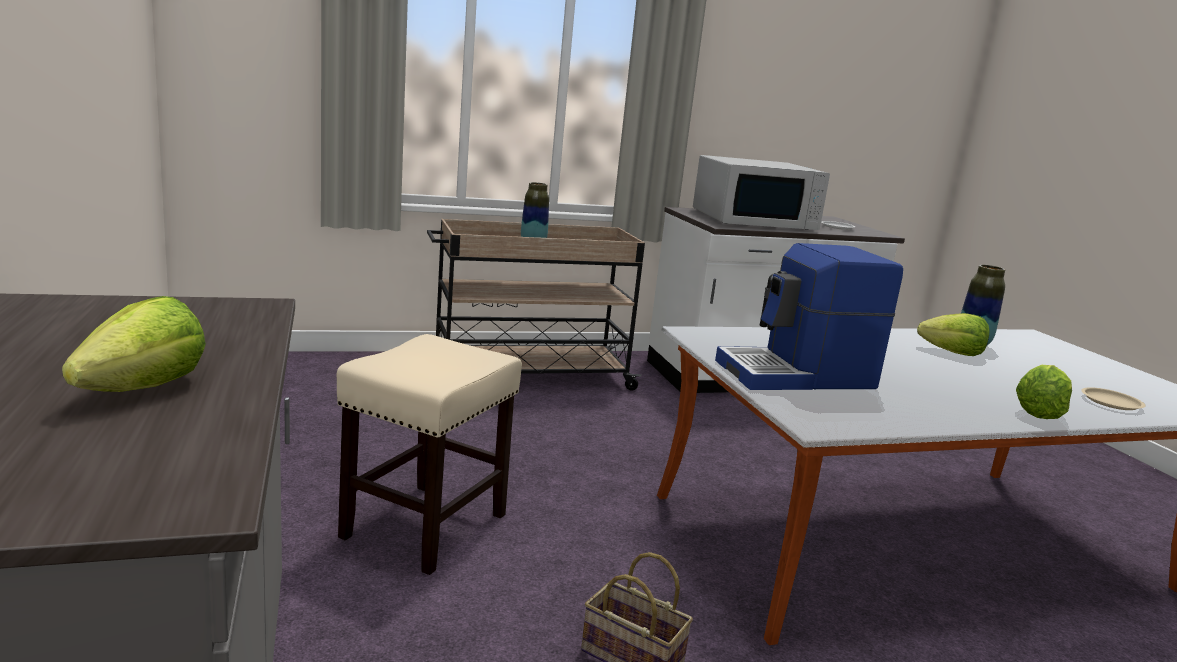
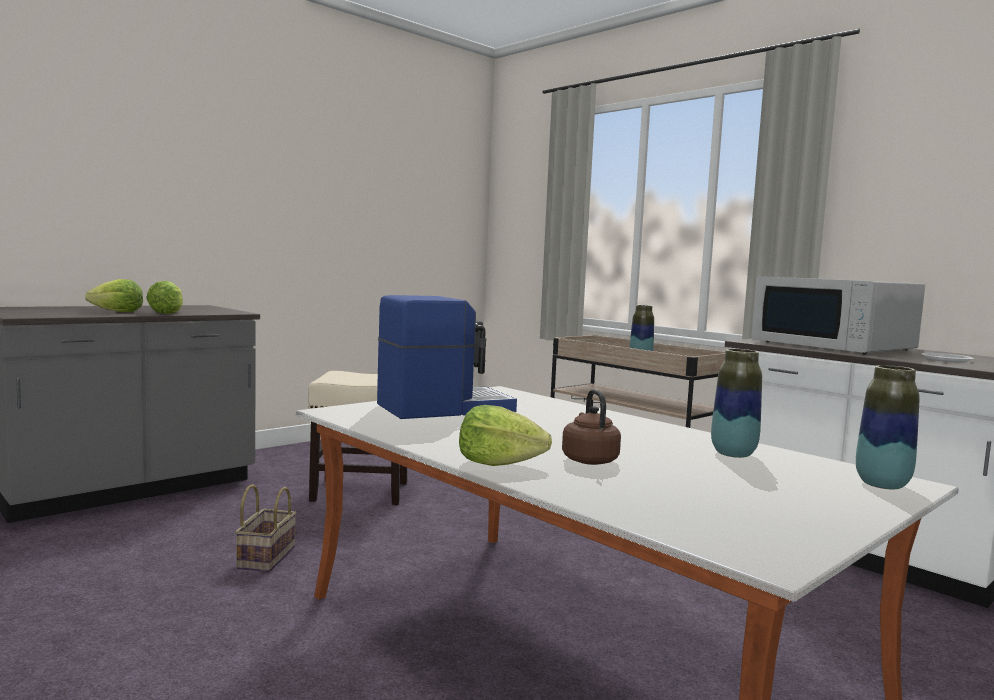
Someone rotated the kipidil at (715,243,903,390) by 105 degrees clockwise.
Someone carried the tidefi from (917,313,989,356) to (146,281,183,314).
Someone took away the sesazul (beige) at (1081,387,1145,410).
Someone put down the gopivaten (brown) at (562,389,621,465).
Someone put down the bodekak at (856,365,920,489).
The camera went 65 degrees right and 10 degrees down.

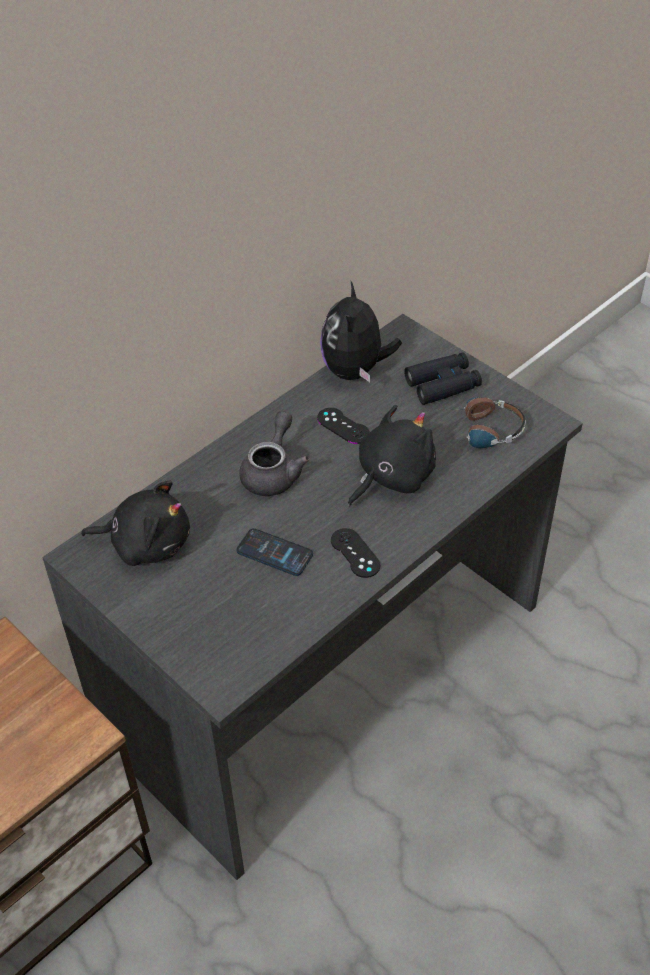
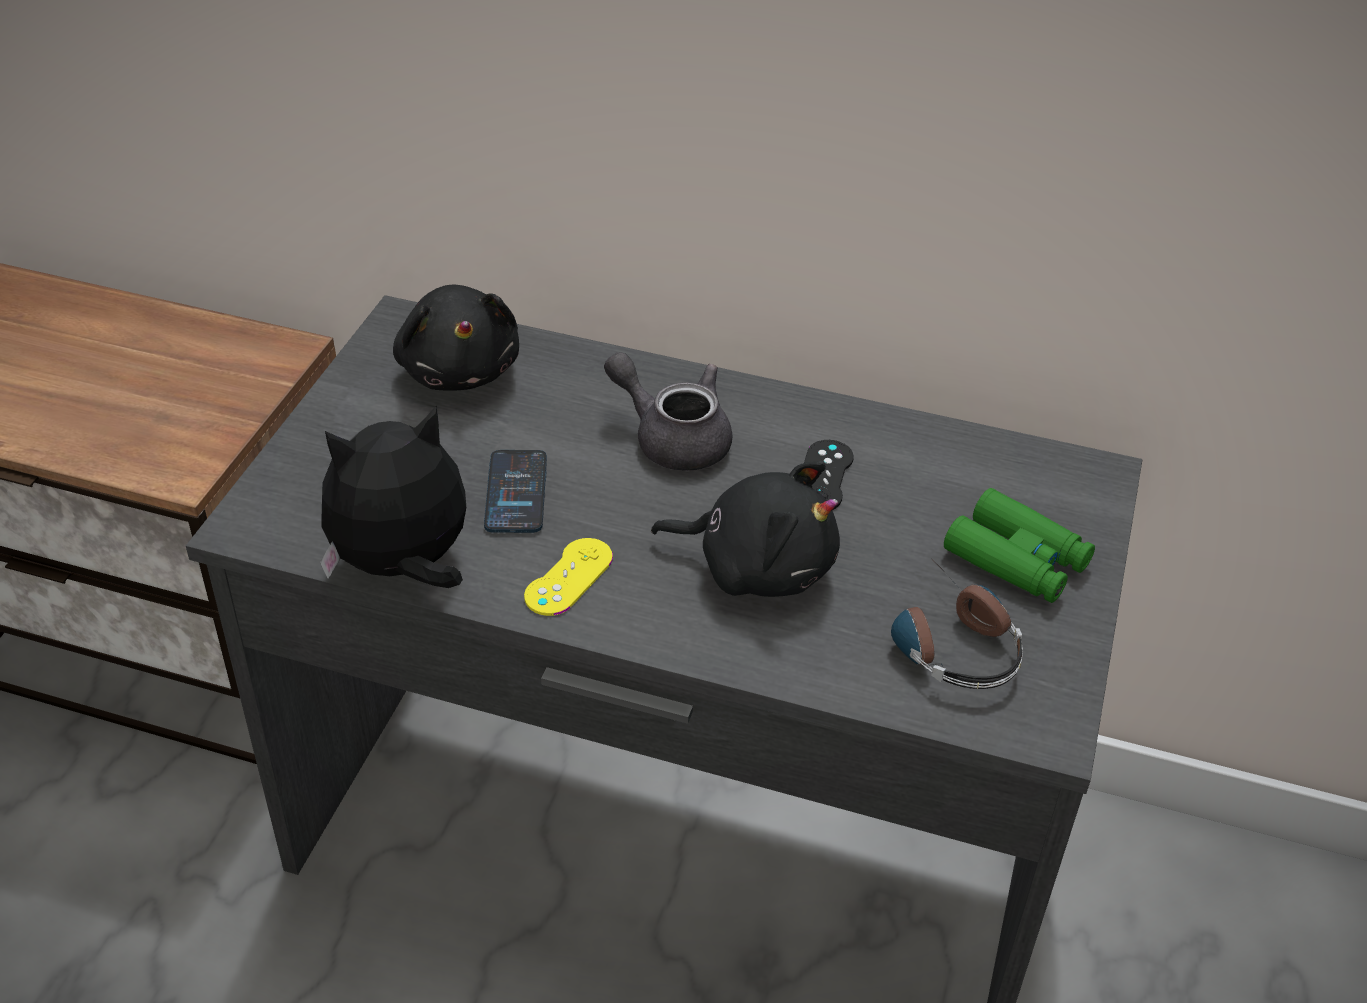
Someone rotated the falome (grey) at (239,411,309,496) by 135 degrees counterclockwise.
Someone carried the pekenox from (320,281,402,382) to (320,405,466,588).
Someone repainted the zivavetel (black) at (331,528,381,578), which became the zivavetel (yellow) at (524,538,613,616).
Someone repainted the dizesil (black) at (404,352,482,405), which became the dizesil (green) at (944,488,1095,603).
The camera went 60 degrees right and 5 degrees down.

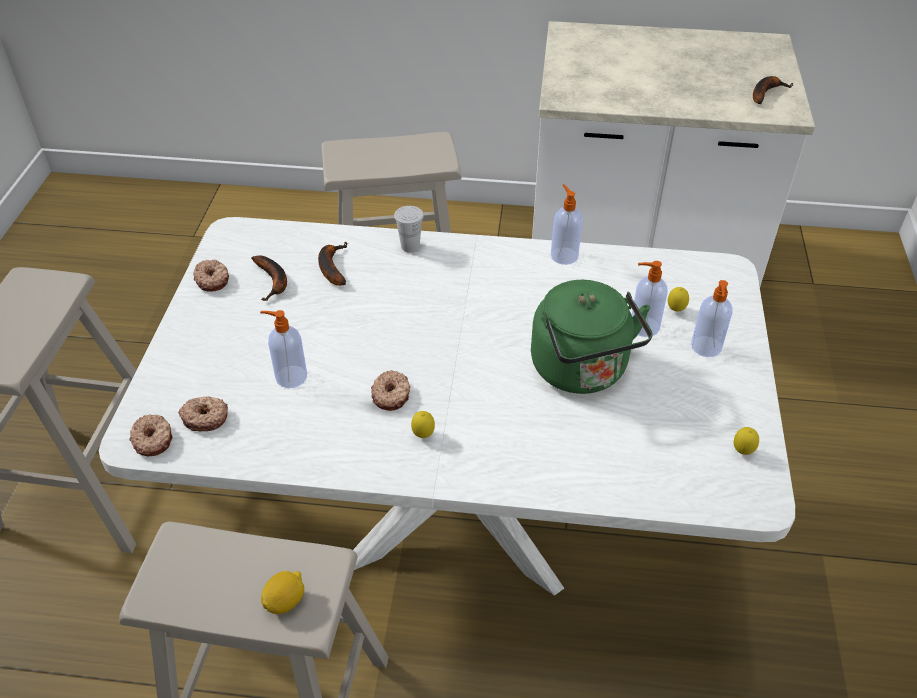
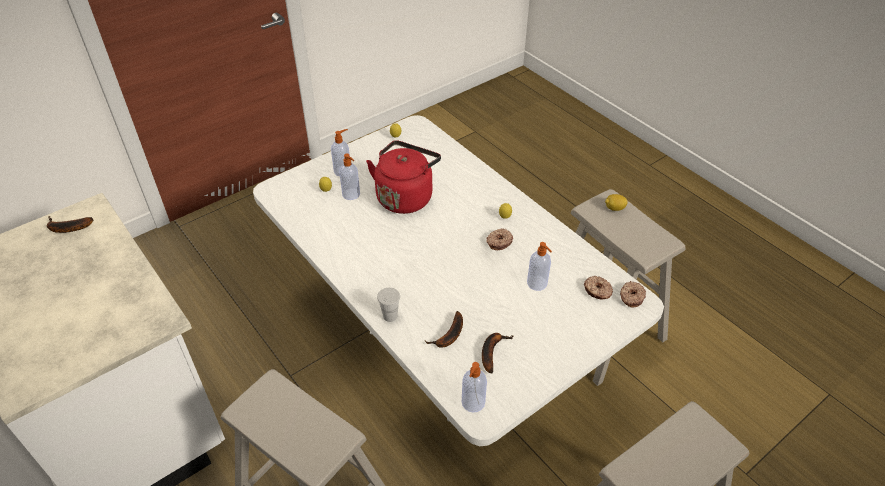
Someone took away the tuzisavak at (193,260,229,292).
Someone repainted the gopivaten (green) at (531,280,653,394), which became the gopivaten (red) at (366,140,441,214).
Someone carried the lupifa from (551,184,583,265) to (462,362,487,413).
The camera went 135 degrees left and 0 degrees up.

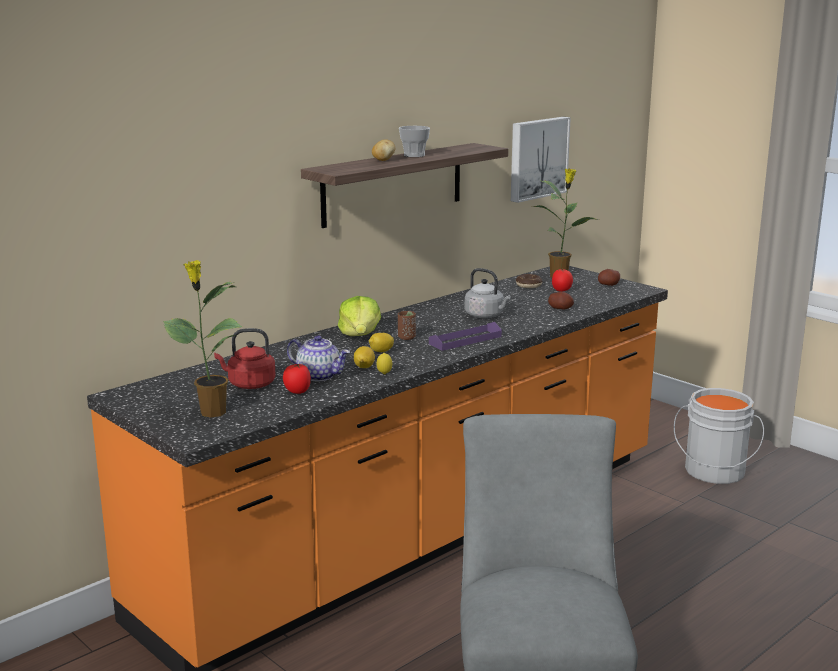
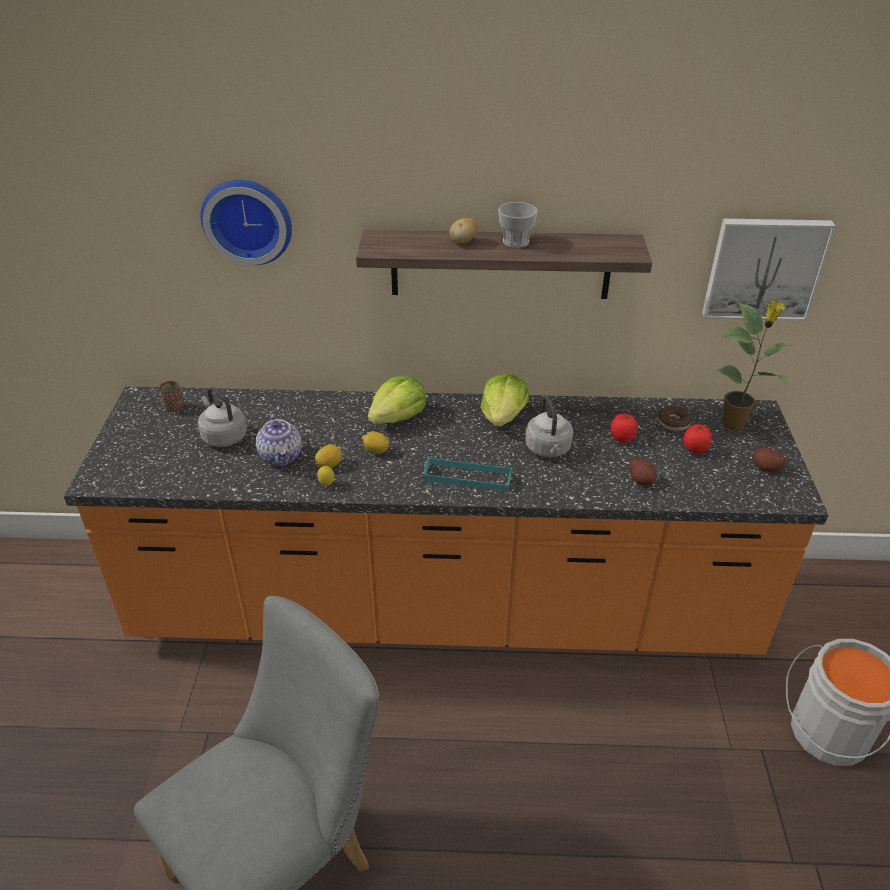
Someone took away the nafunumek at (163,260,242,418).
Someone repainted the gopivaten (red) at (214,328,276,389), which became the gopivaten (grey) at (198,387,247,447).
Someone carried the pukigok from (283,364,311,394) to (610,414,638,443).
Someone carried the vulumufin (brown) from (398,311,416,340) to (159,381,184,412).
Someone repainted the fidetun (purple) at (429,322,502,351), which became the fidetun (turquoise) at (423,457,512,492).
Someone put up the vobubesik at (200,180,292,265).
Someone put down the tidefi at (481,373,529,427).
The camera went 45 degrees right and 20 degrees up.

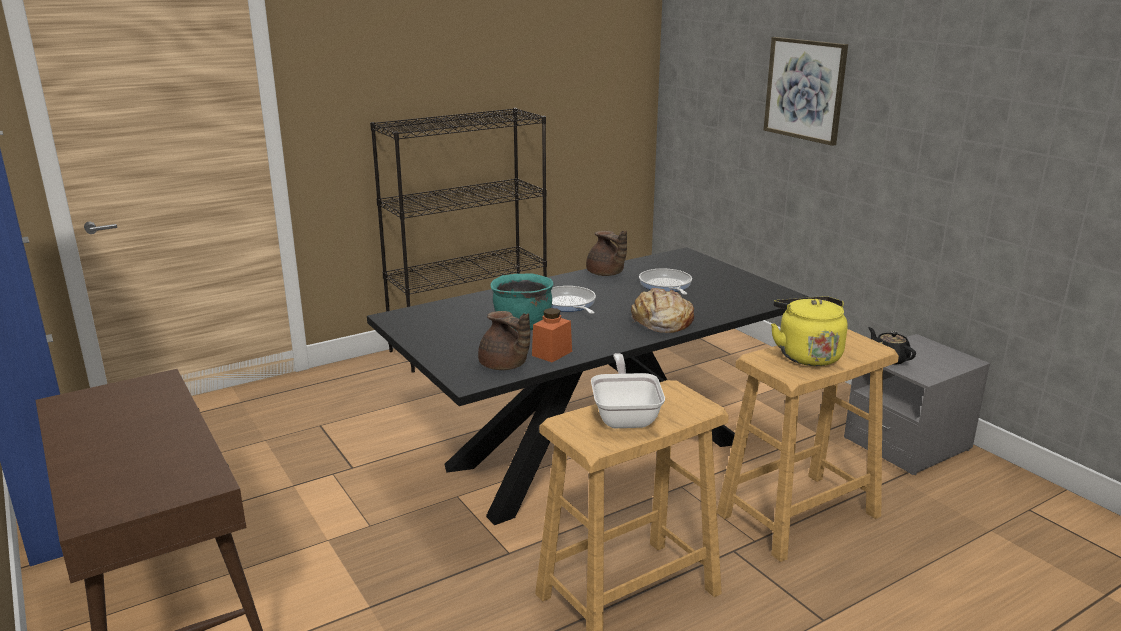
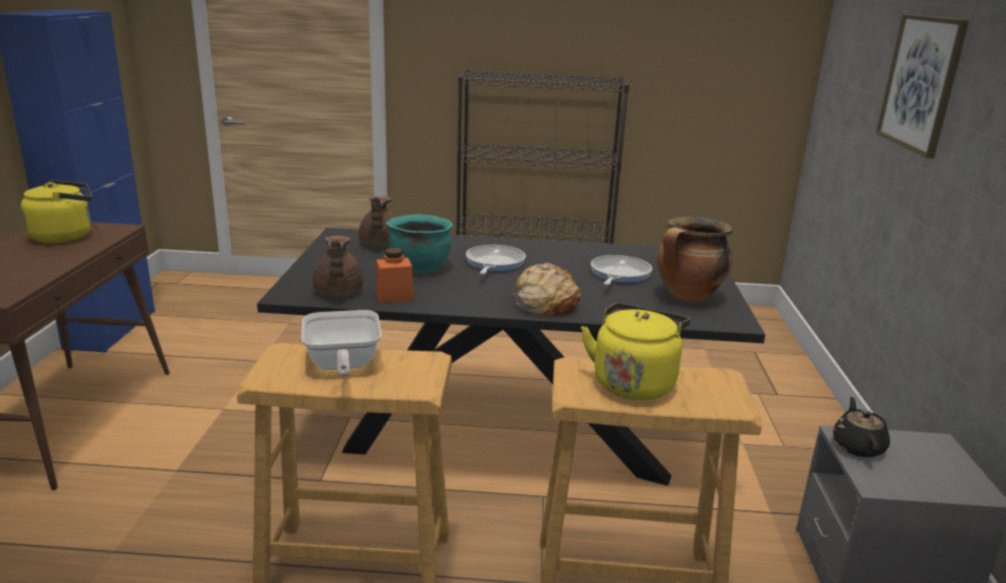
Someone carried the falome (brown) from (586,231,627,276) to (359,196,396,246).
Someone rotated the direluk at (591,353,665,428) by 135 degrees clockwise.
Someone put down the gopivaten (yellow) at (21,180,92,243).
Someone put down the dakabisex at (657,217,732,302).
The camera went 35 degrees right and 0 degrees up.

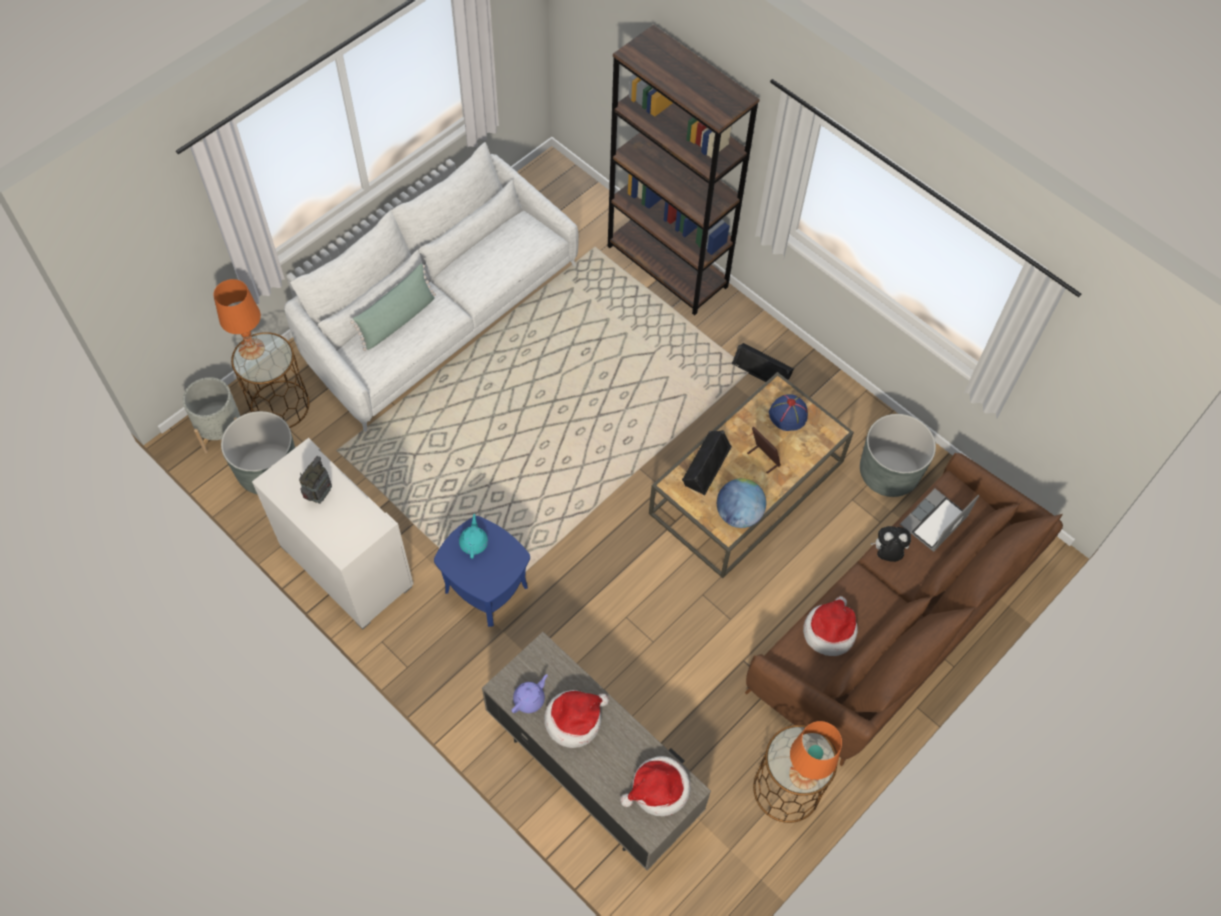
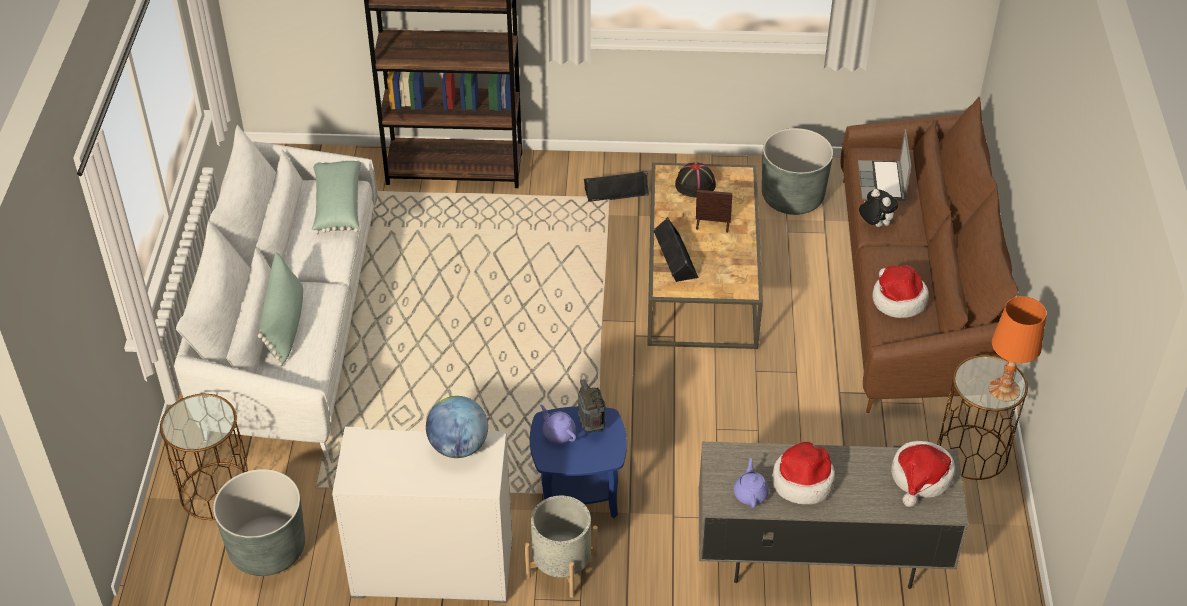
Someone carried the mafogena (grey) from (182,377,240,453) to (525,495,598,598).
Someone took away the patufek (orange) at (214,279,265,360).
Someone carried the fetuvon from (299,456,332,503) to (578,379,605,433).
Someone repainted the falome (turquoise) at (459,514,488,559), which became the falome (purple) at (540,405,576,443).
Someone carried the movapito from (717,478,766,528) to (426,396,488,458).
Someone repainted the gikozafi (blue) at (769,395,808,431), which became the gikozafi (black) at (675,162,716,197).
Someone rotated the pekenox at (871,526,911,562) by 90 degrees clockwise.
Someone put down the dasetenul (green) at (311,160,361,234).
The camera went 40 degrees left and 15 degrees down.

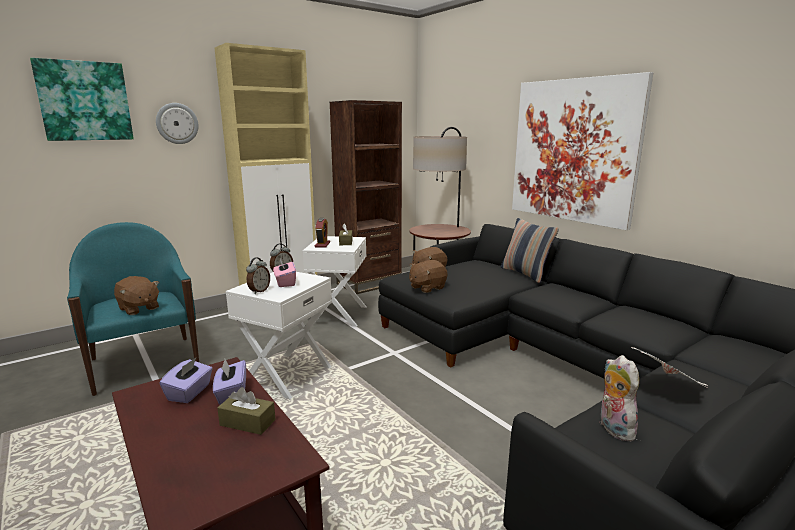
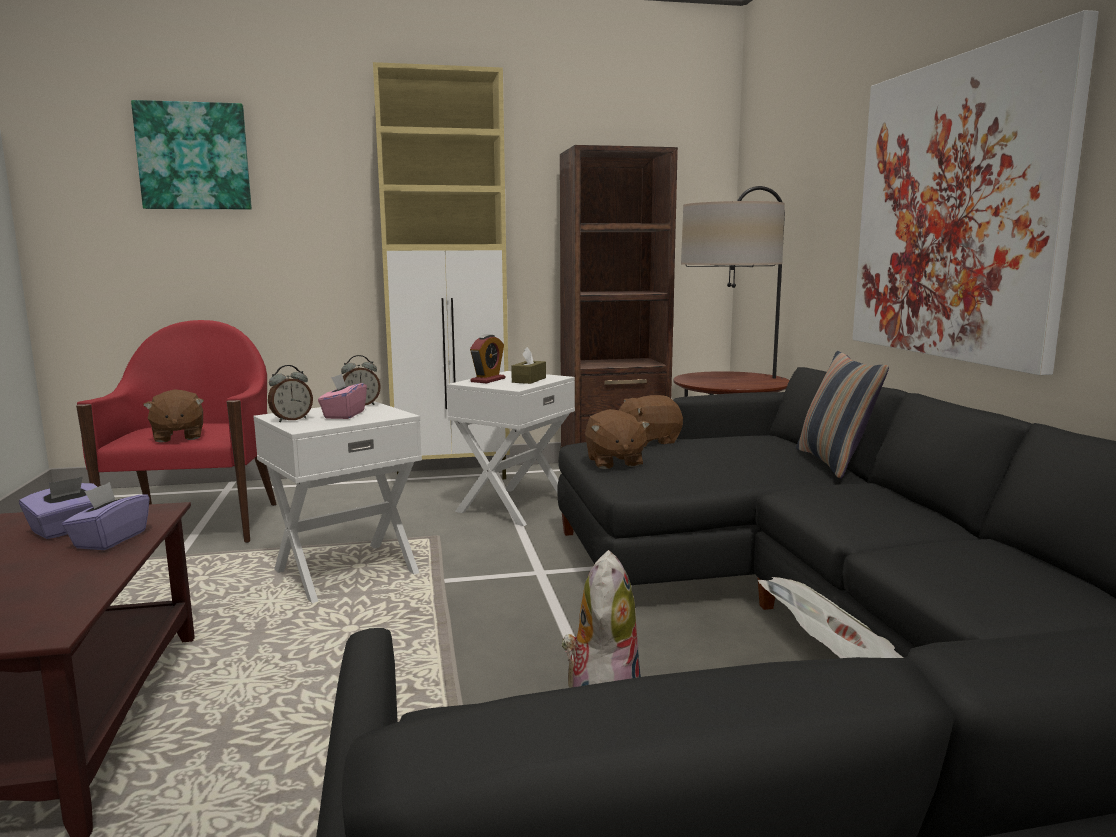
Someone repainted the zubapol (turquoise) at (67,222,199,396), which became the zubapol (red) at (76,320,276,543).
Someone took away the vobubesik at (156,103,199,144).
Someone took away the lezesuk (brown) at (217,387,276,435).
Someone rotated the pekenox (brown) at (409,260,448,293) by 90 degrees counterclockwise.
The camera went 25 degrees right and 5 degrees down.

